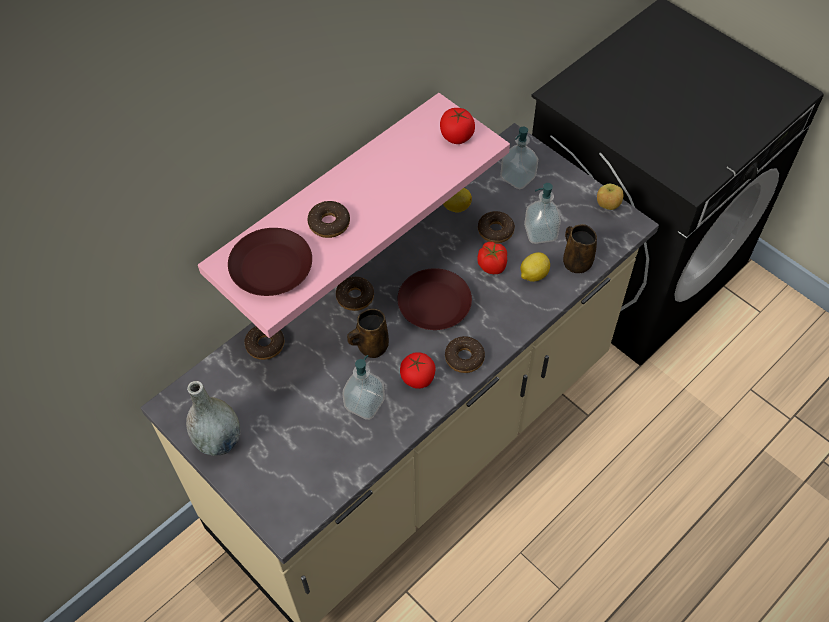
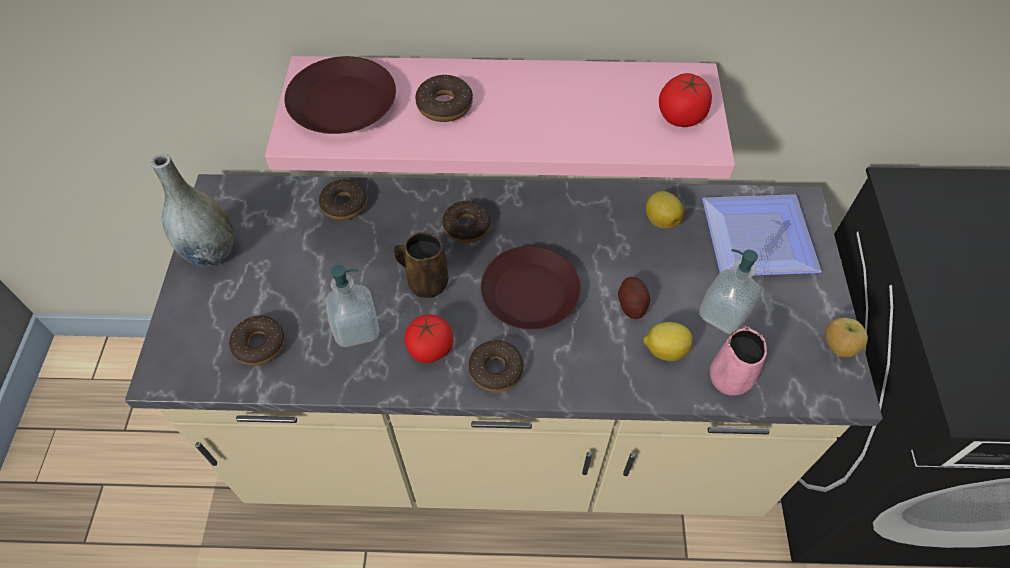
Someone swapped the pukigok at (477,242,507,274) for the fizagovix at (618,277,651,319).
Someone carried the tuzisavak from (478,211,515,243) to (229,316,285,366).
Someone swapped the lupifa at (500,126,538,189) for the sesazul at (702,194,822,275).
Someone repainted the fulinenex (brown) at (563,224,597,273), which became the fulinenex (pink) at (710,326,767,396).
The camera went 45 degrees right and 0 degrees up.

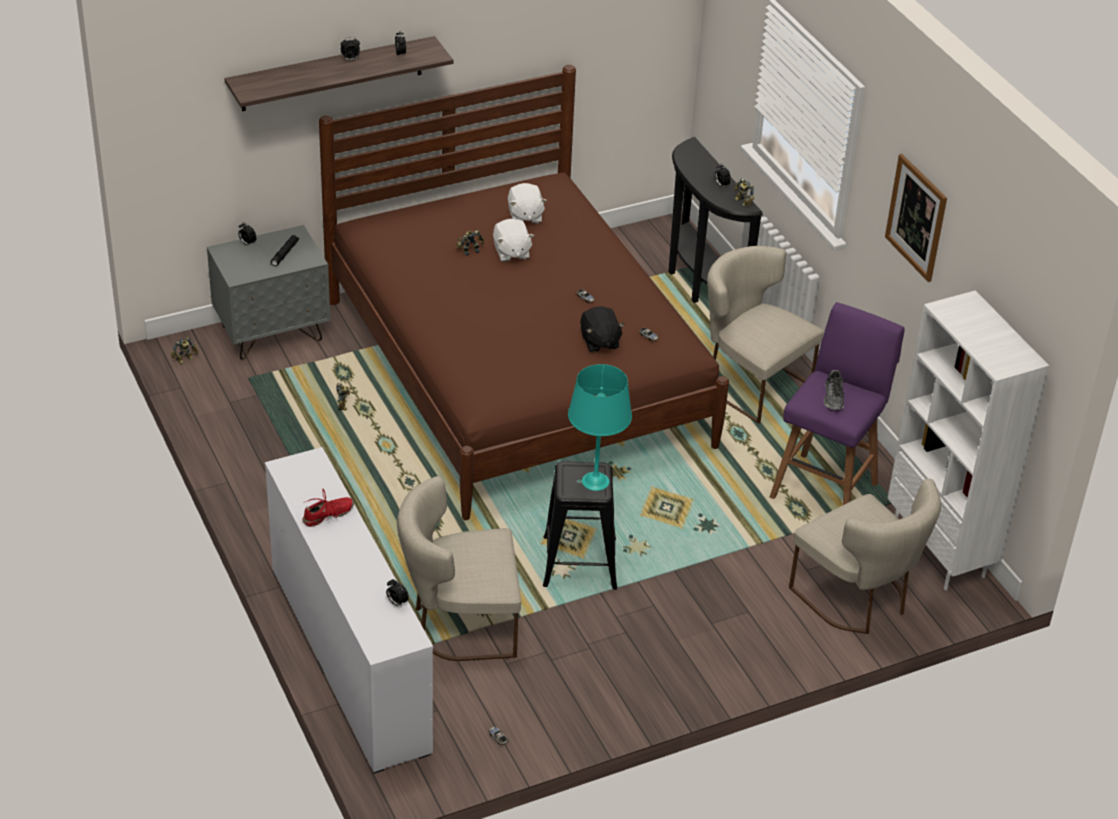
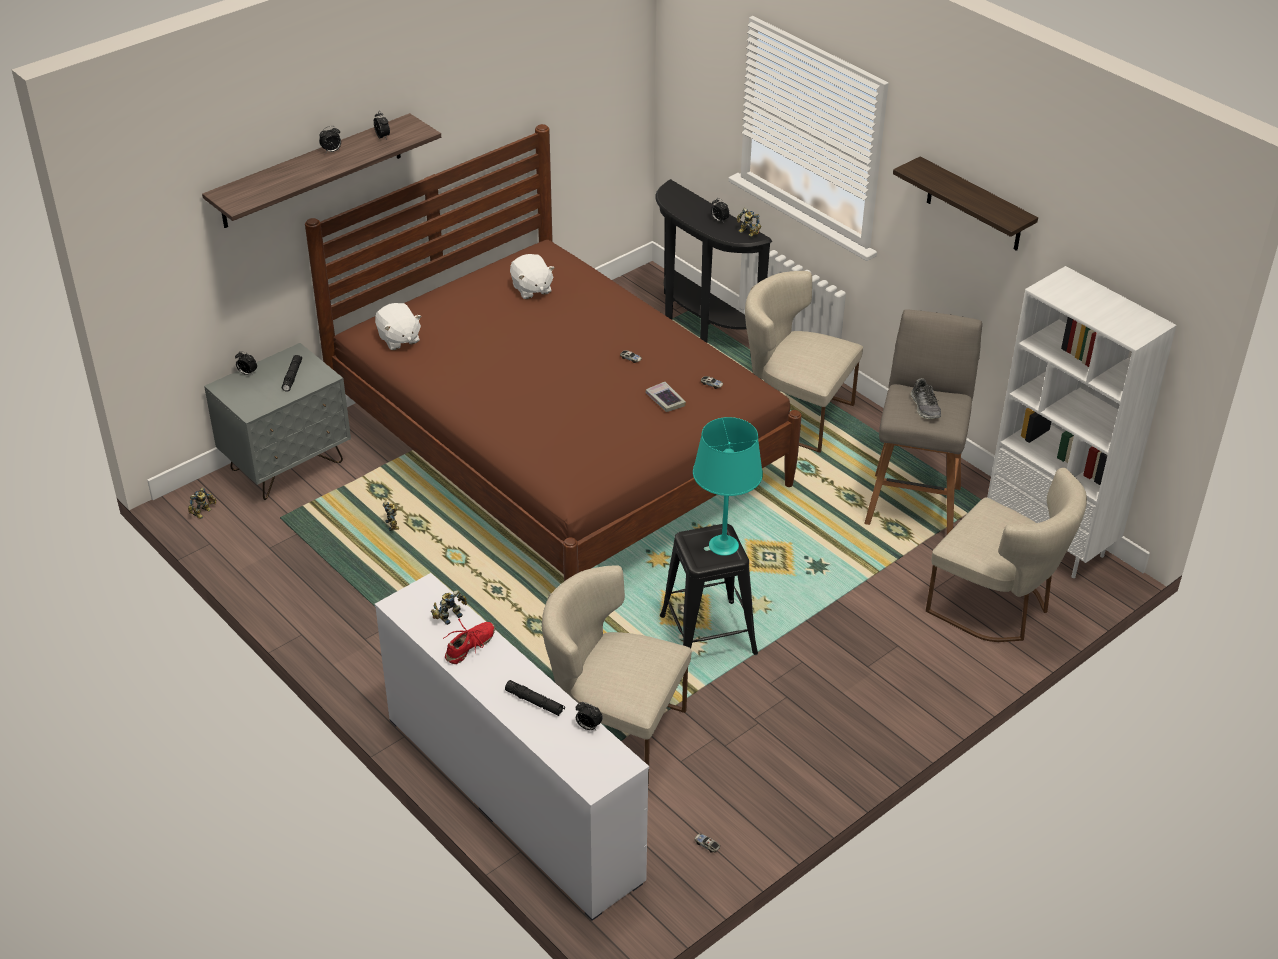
Someone rotated the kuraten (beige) at (397,476,521,661) by 45 degrees clockwise.
Someone carried the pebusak from (456,230,484,256) to (431,590,467,625).
Someone carried the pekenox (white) from (493,219,534,262) to (375,303,422,350).
Someone swapped the pekenox (black) at (580,307,625,352) for the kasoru at (646,382,686,412).
Someone repainted the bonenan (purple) at (770,302,905,505), which became the bonenan (grey) at (864,309,982,534).
Someone swapped the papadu at (885,154,947,282) for the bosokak at (893,156,1038,251).
Someone put down the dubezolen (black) at (505,680,565,716).
The camera went 15 degrees left and 0 degrees up.

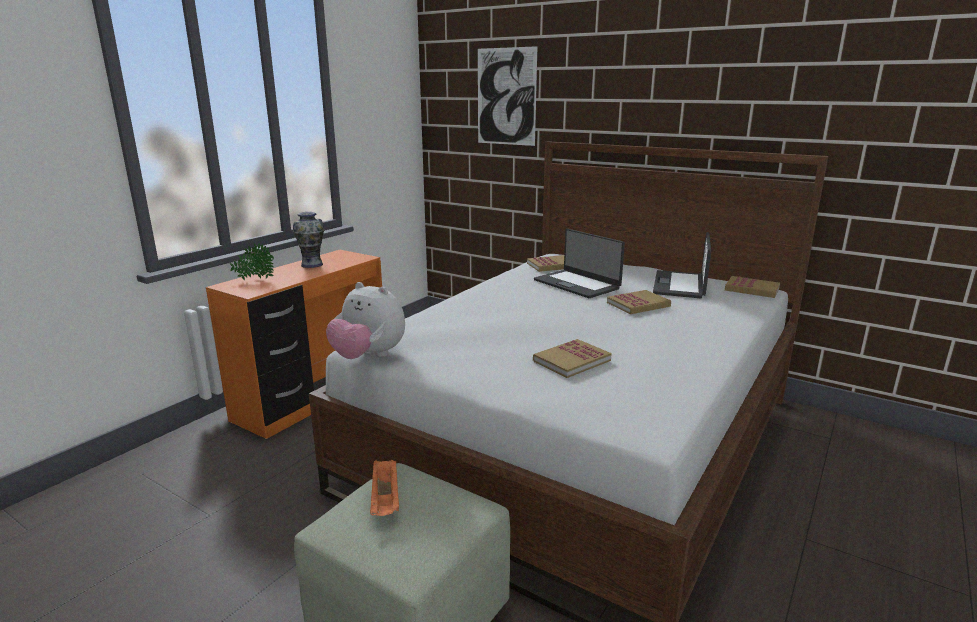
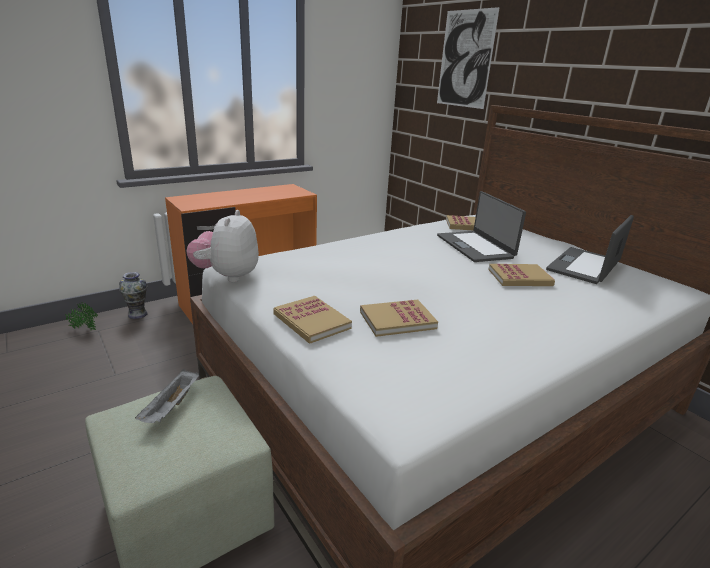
Someone carried the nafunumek from (229,243,274,280) to (65,303,98,331).
Someone carried the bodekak from (293,212,325,268) to (119,272,148,319).
Someone rotated the pekenox at (326,282,405,359) by 45 degrees clockwise.
Someone repainted the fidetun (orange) at (370,460,399,516), which became the fidetun (grey) at (135,369,199,423).
Someone carried the kasoru from (725,276,780,298) to (273,296,352,344).
The camera went 20 degrees right and 5 degrees up.

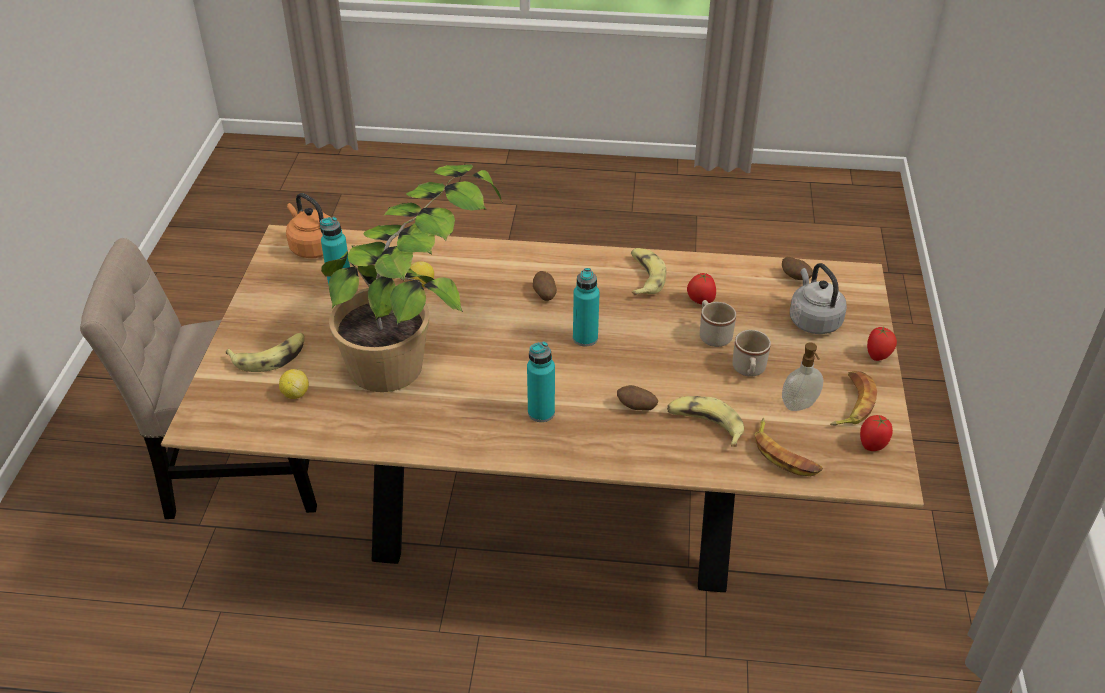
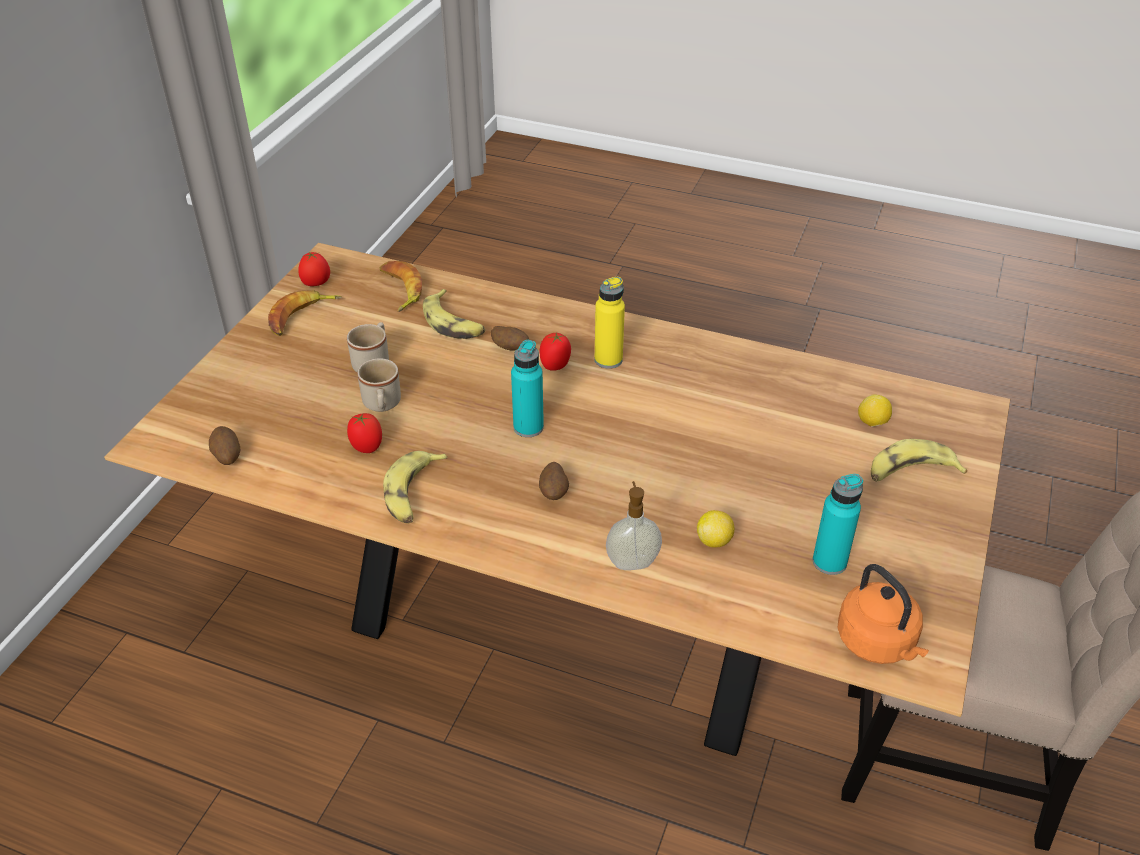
Someone took away the nafunumek at (321,164,503,392).
Someone repainted the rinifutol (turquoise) at (527,341,555,422), which became the rinifutol (yellow) at (595,277,625,369).
Someone carried the lupifa from (782,343,823,411) to (606,481,662,570).
Someone took away the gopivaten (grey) at (790,263,847,334).
Someone carried the pukigok from (867,327,897,361) to (539,333,571,371).
The camera went 165 degrees left and 0 degrees up.

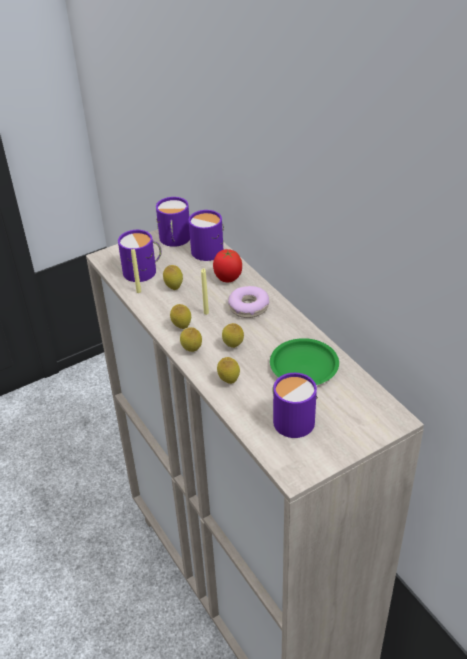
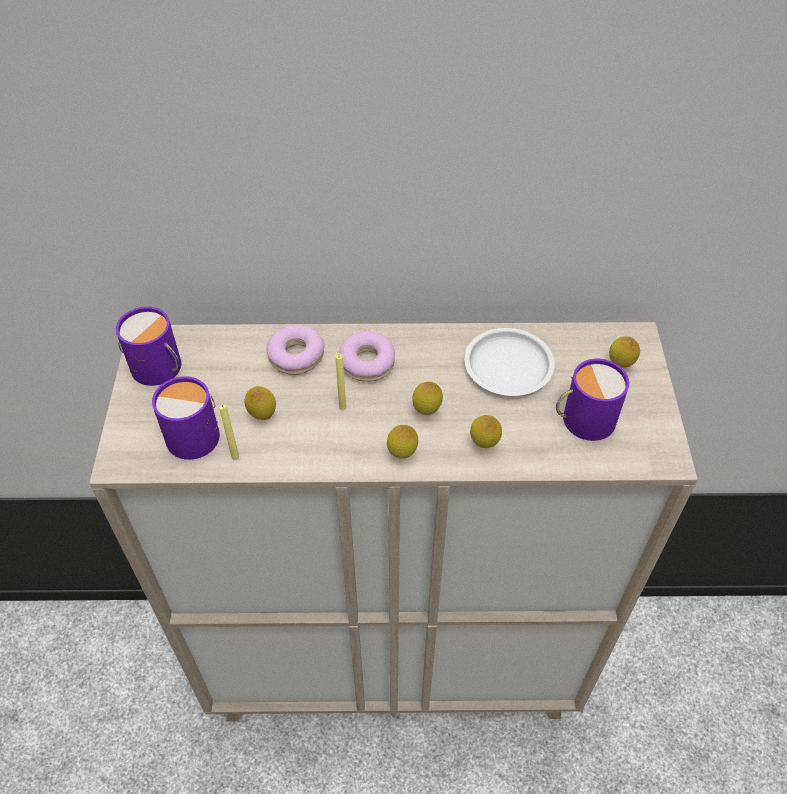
Someone carried the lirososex from (170,304,191,329) to (609,336,640,368).
Someone took away the fulinenex (purple) at (189,210,224,261).
Someone swapped the pukigok at (213,249,242,282) for the tuzisavak at (267,325,325,375).
Someone repainted the sesazul (green) at (270,338,339,385), which became the sesazul (white) at (464,328,555,396).
The camera went 60 degrees left and 10 degrees up.

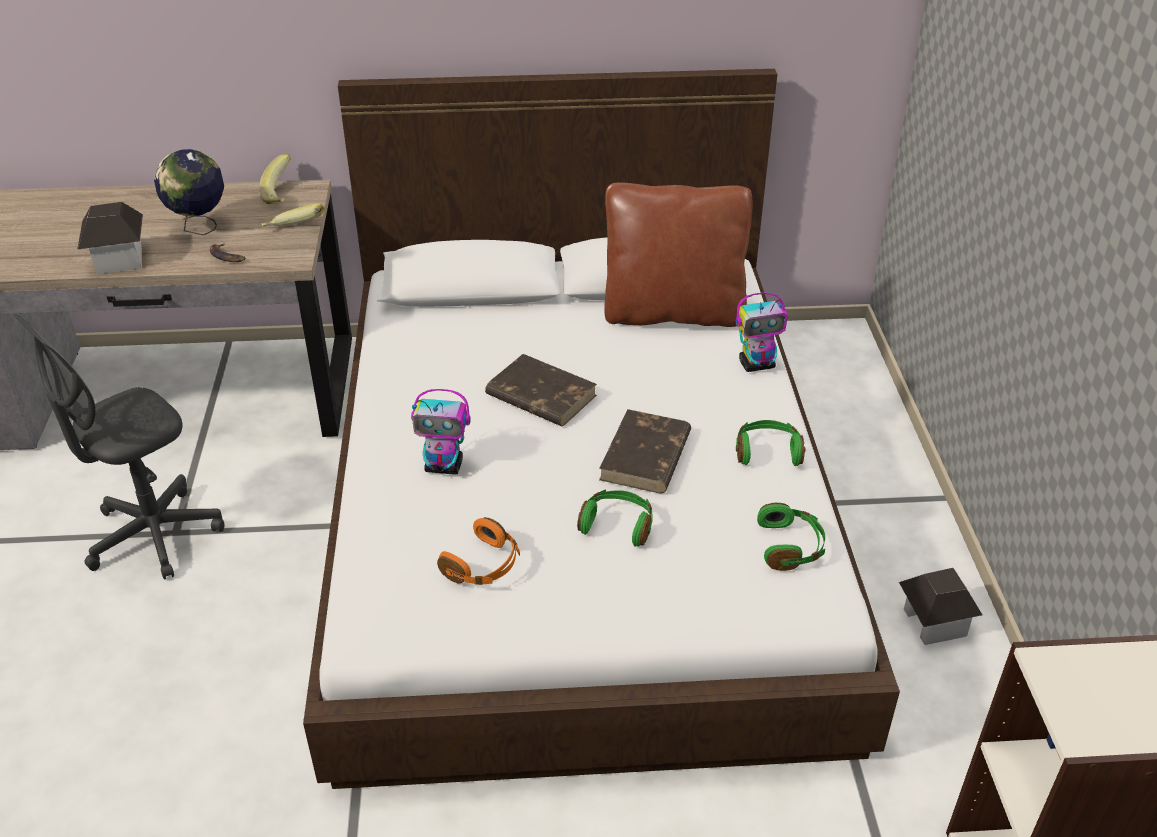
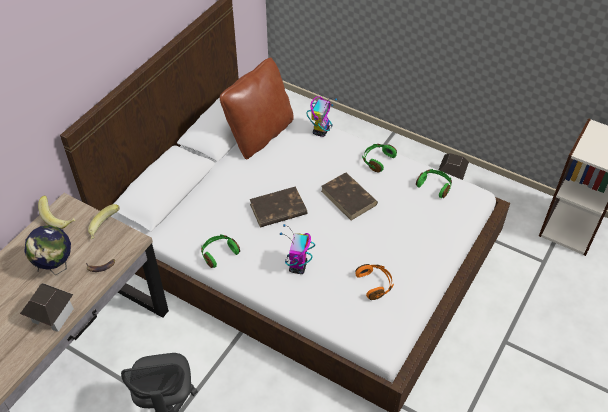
Someone rotated the pebusak at (411,389,471,475) by 150 degrees clockwise.
Someone carried the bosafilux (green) from (577,490,653,547) to (201,234,240,268).
The camera went 55 degrees left and 10 degrees up.

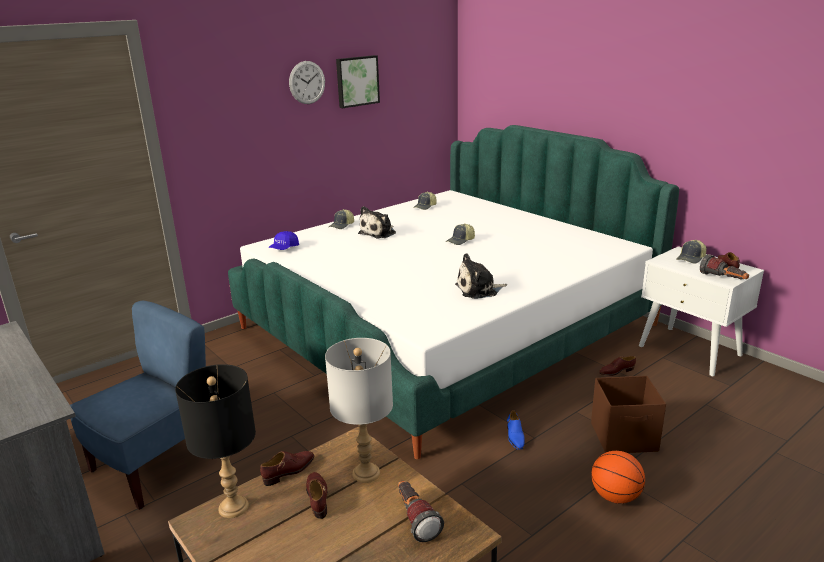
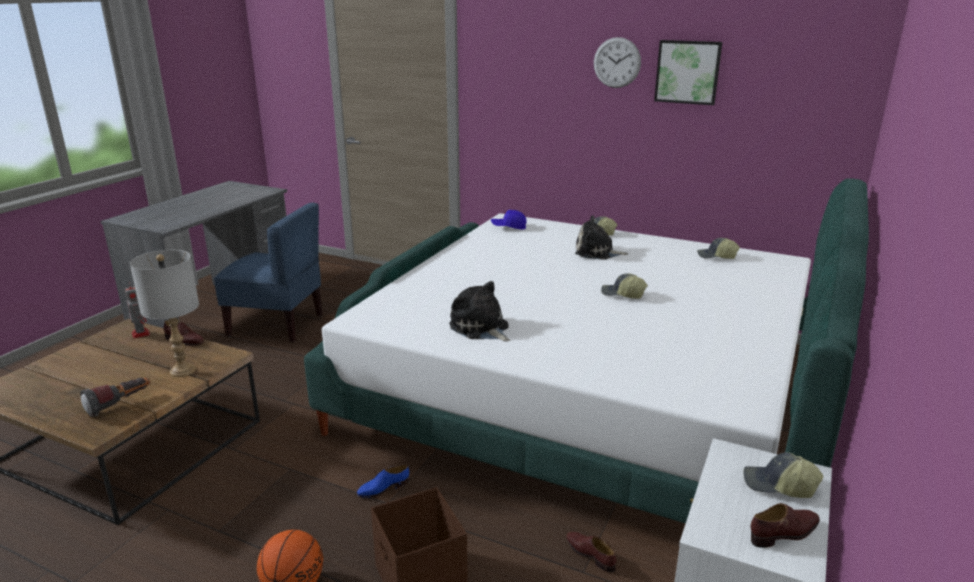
Someone swapped the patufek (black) at (175,364,256,518) for the pebusak at (125,282,150,339).
Someone took away the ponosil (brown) at (306,472,328,519).
Someone took away the dubezolen at (700,254,749,279).
The camera went 65 degrees right and 0 degrees up.

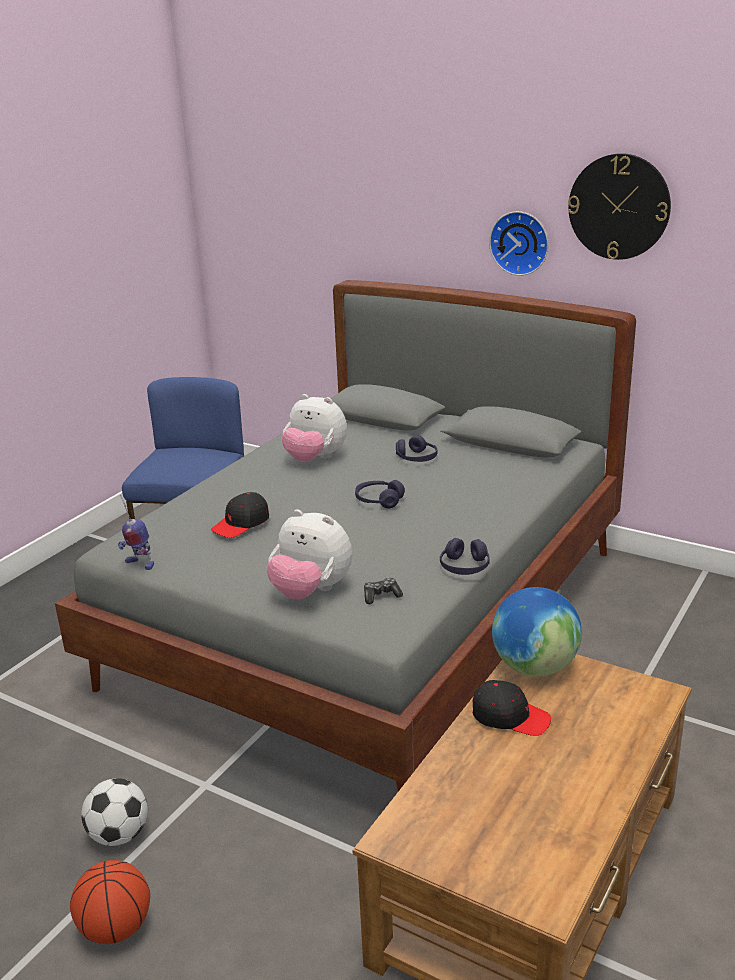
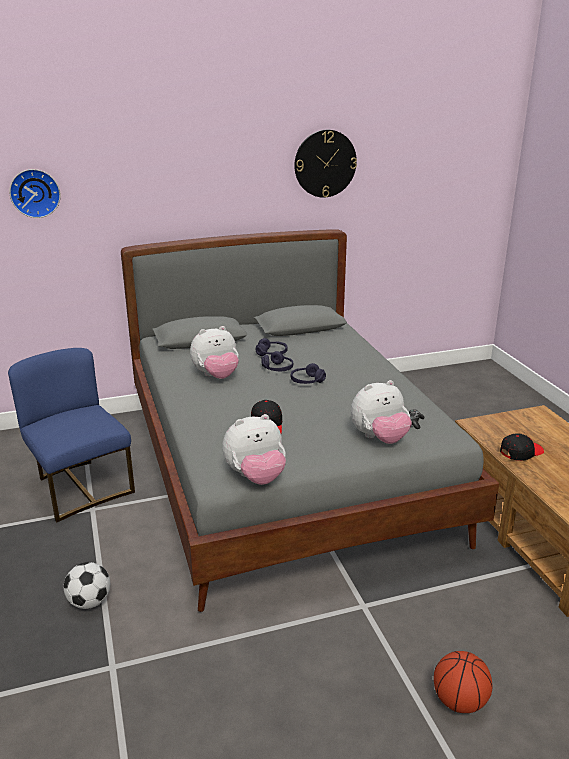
Someone carried the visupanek from (81,778,148,846) to (64,562,110,609).
Someone swapped the pebusak at (118,495,154,570) for the pekenox at (222,414,286,485).
Someone carried the bosafilux (purple) from (440,538,490,575) to (261,351,293,371).
Someone carried the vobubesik from (489,211,549,276) to (9,169,61,218).
Someone took away the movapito at (492,587,582,676).
The camera went 50 degrees left and 0 degrees up.

